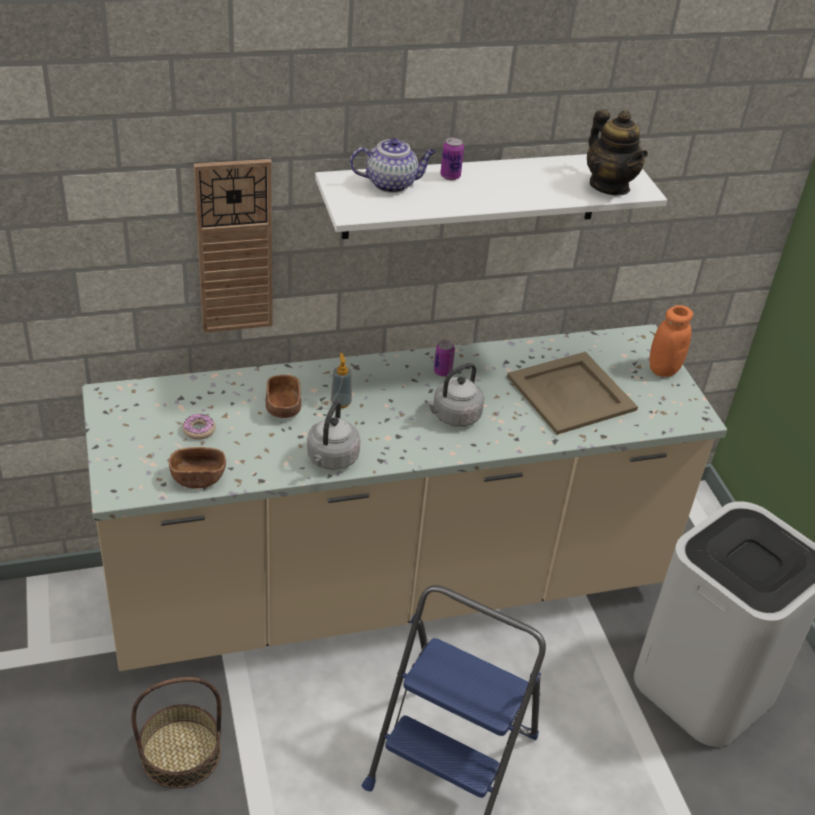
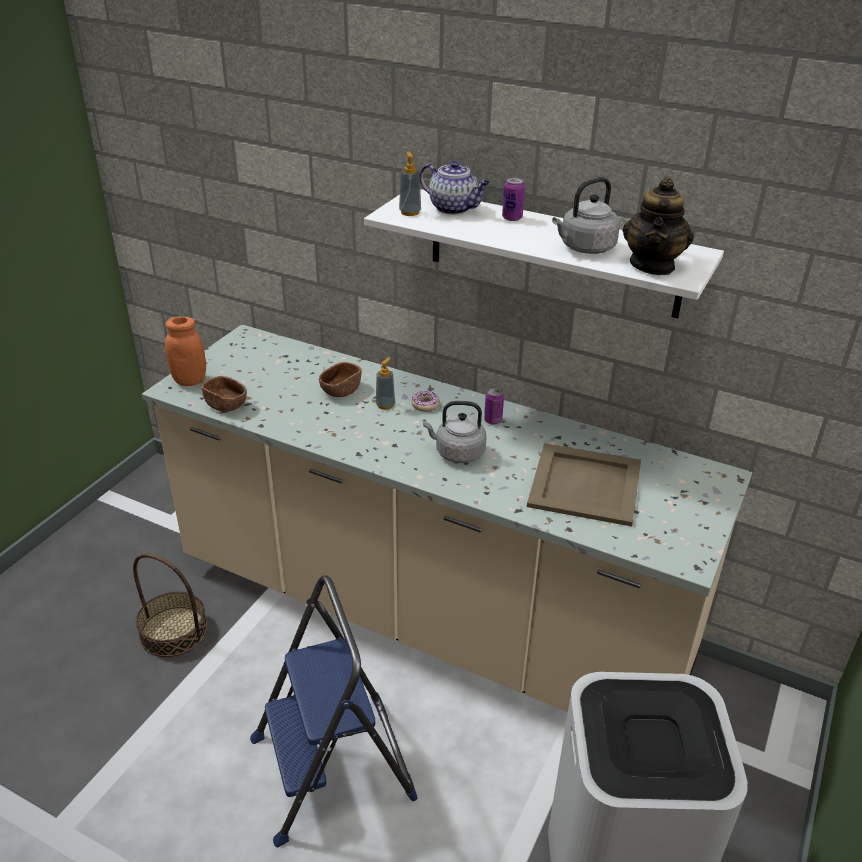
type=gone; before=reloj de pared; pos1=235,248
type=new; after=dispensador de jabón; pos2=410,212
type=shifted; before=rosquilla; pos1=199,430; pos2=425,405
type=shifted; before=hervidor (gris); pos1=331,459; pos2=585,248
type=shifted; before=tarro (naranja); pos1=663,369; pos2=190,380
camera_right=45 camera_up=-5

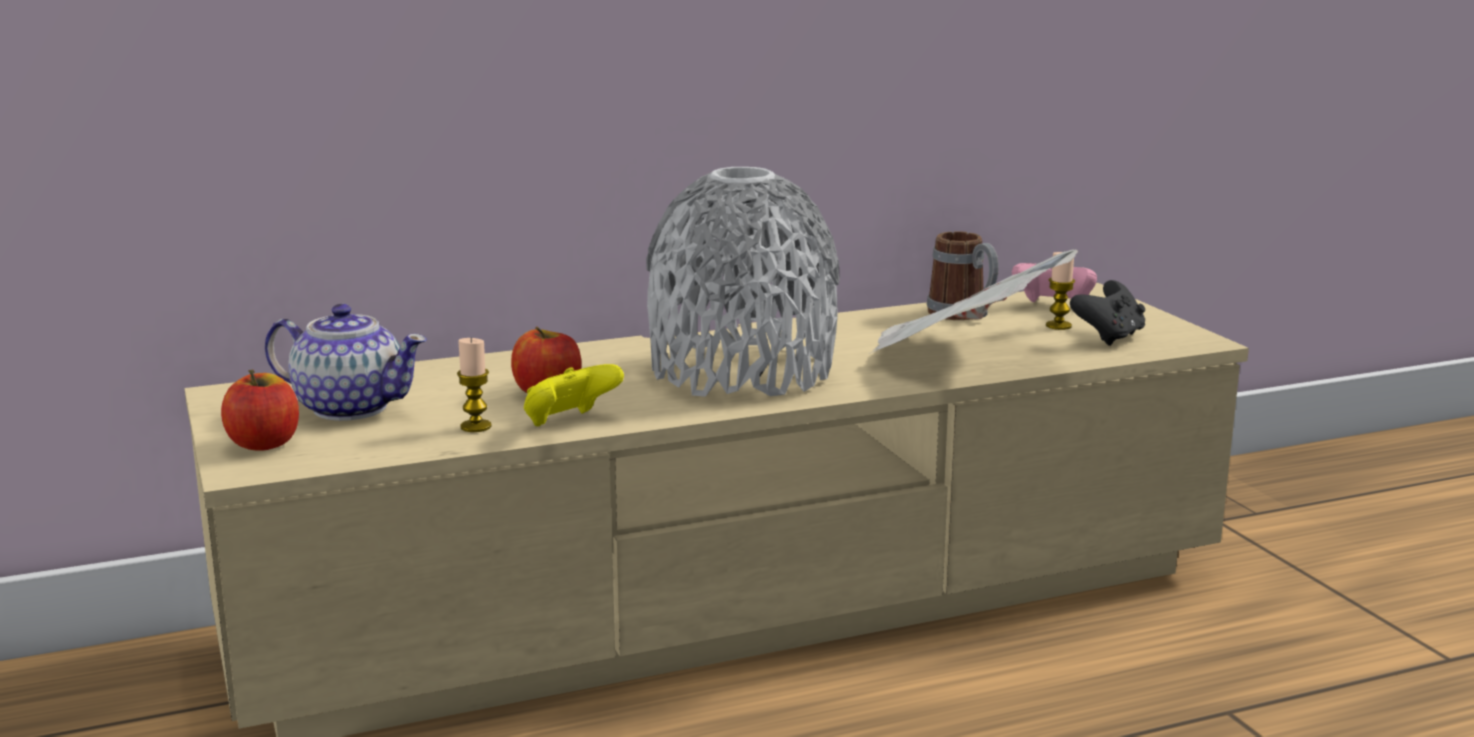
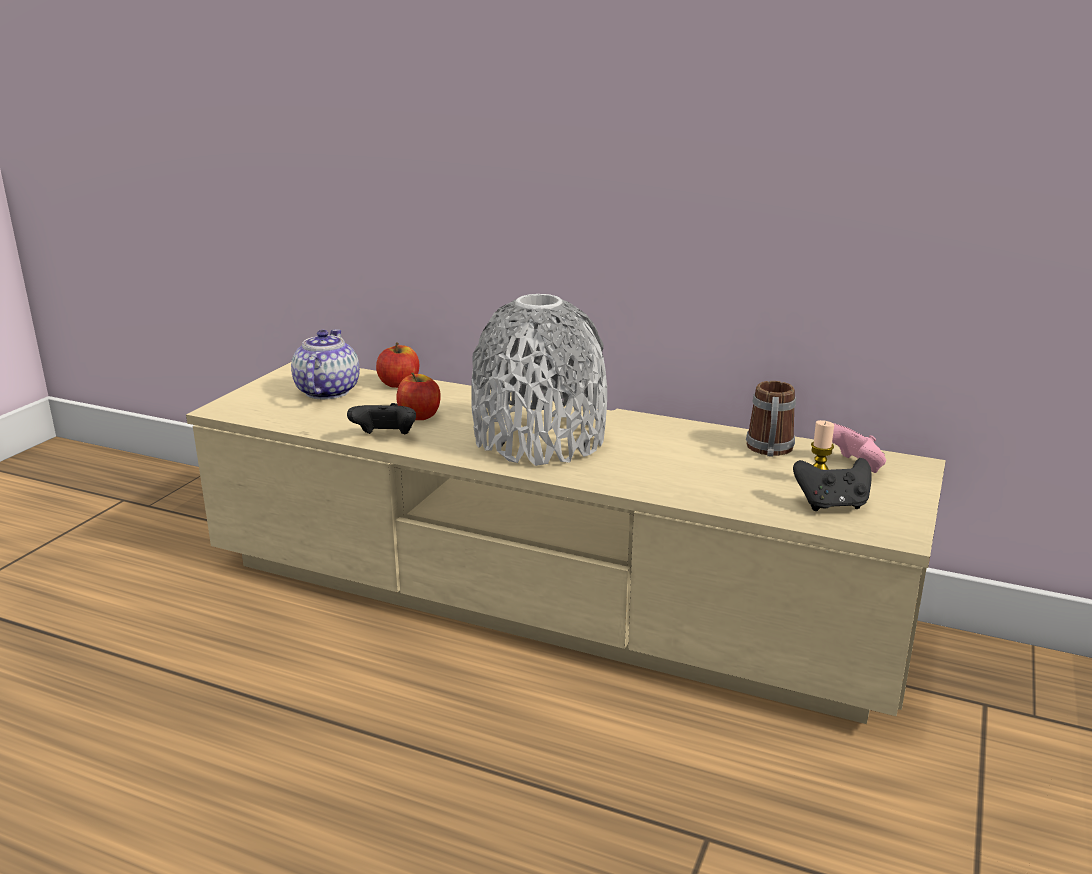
type=gone; before=vela; pos1=476,426
type=gone; before=periódico; pos1=963,356
type=shifted; before=manzana; pos1=264,444; pos2=399,384
type=repainted; before=mando de consola (amarillo); after=mando de consola (negro); pos1=569,423; pos2=385,437
type=rotated; before=tetera; pos1=349,407; pos2=326,392; turn=-150
camera_right=45 camera_up=5

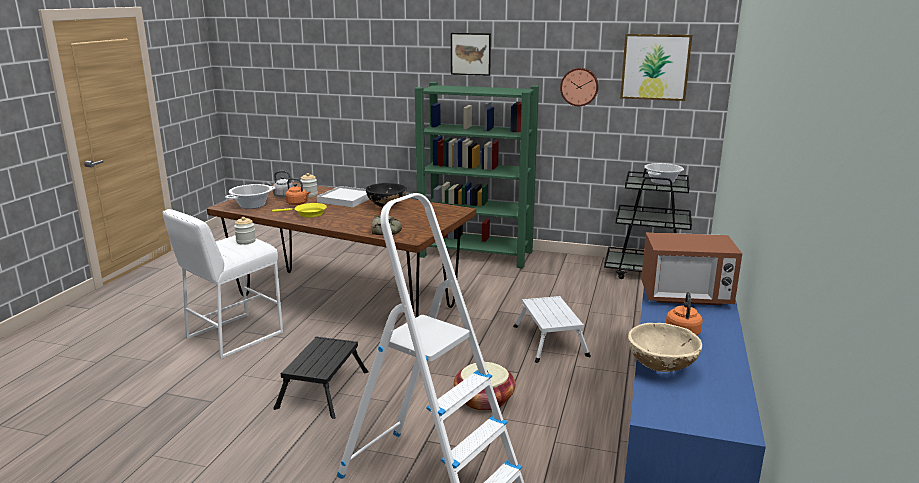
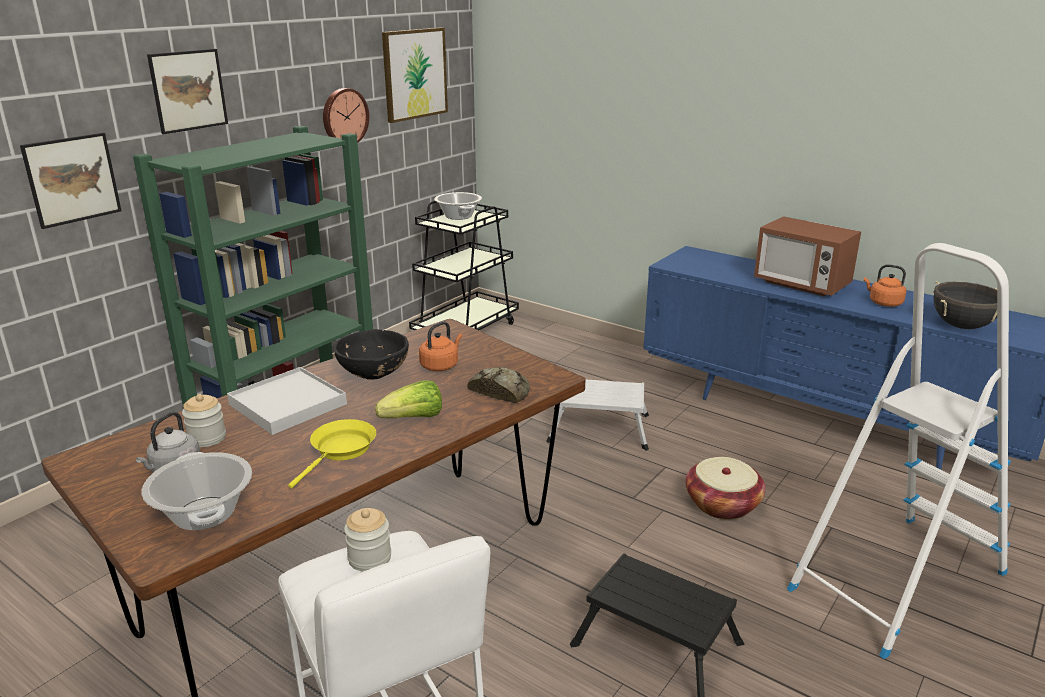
type=new; after=cuadro; pos2=72,179
type=new; after=lechuga; pos2=414,418
type=shifted; before=hervidor (naranja); pos1=298,204; pos2=441,365
type=swapped; before=cuenco (beis); after=olla (negro); pos1=661,369; pos2=962,326
type=rotated; before=microondas; pos1=685,296; pos2=801,284; turn=105
camera_right=-70 camera_up=5

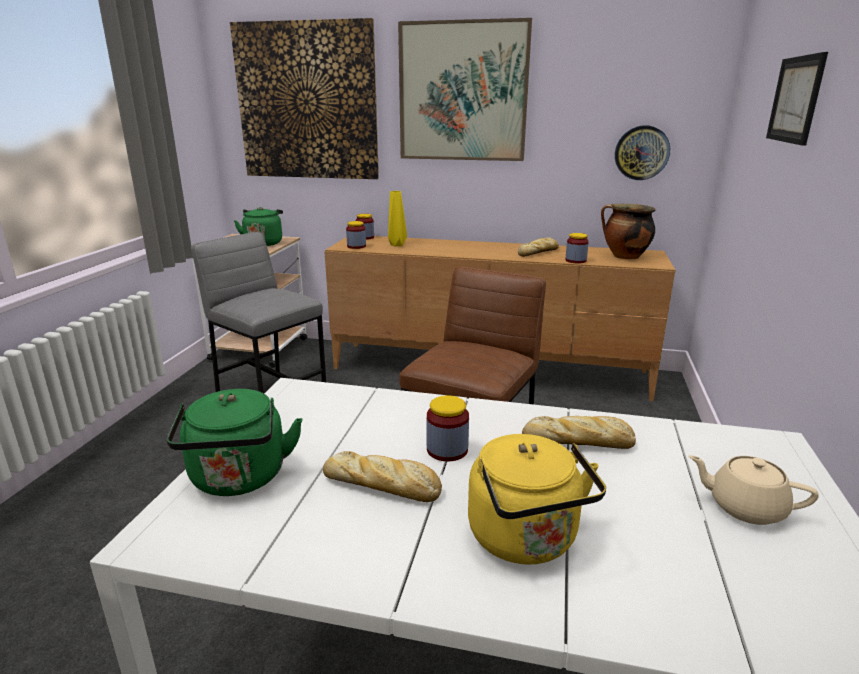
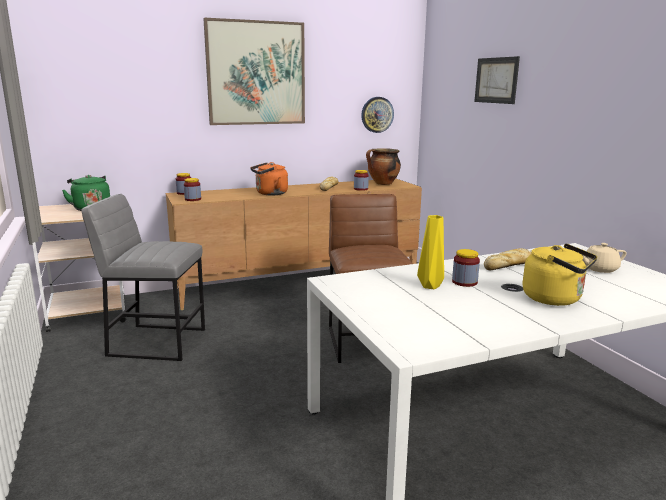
type=gone; before=hervidor (verde); pos1=239,479
type=gone; before=cuadro; pos1=307,102
type=gone; before=pan; pos1=383,485
type=new; after=hervidor (naranja); pos2=270,194
type=shifted; before=florero (amarillo); pos1=396,245; pos2=430,287
camera_right=-35 camera_up=-5

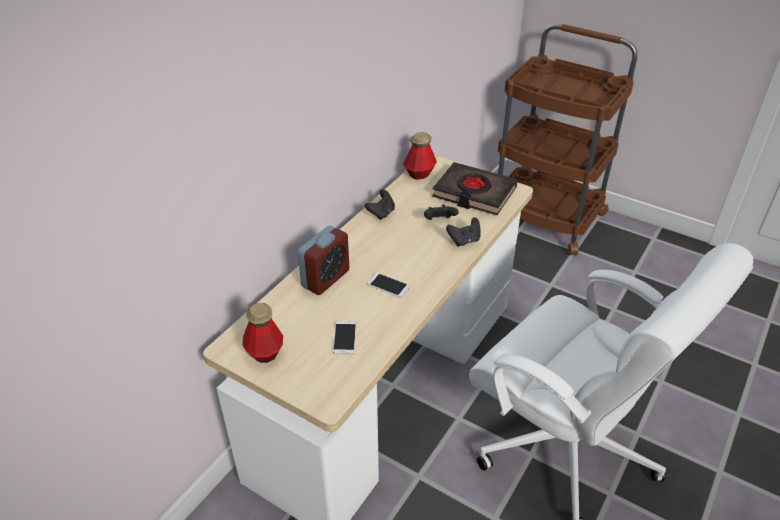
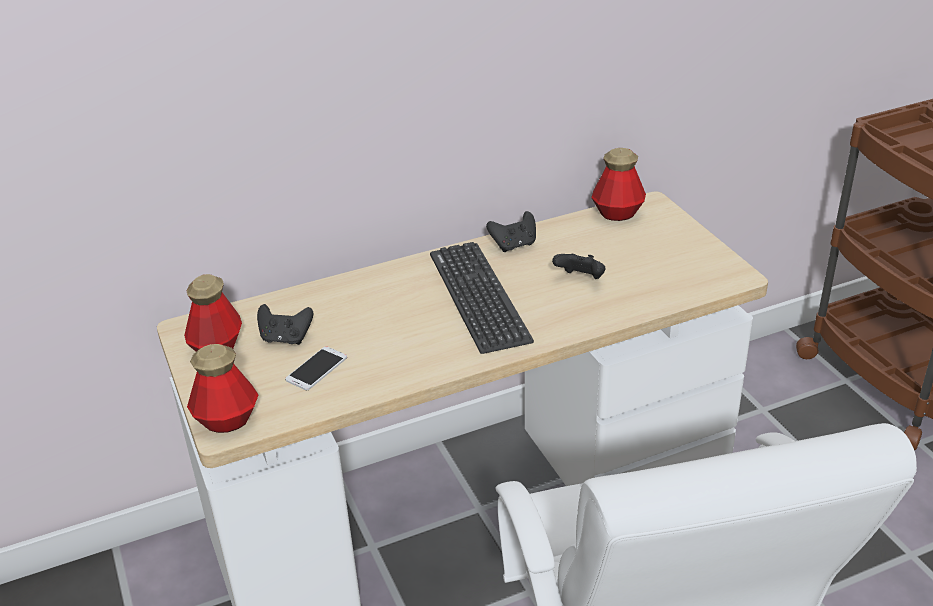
type=gone; before=despertador; pos1=325,279
type=gone; before=móvil; pos1=388,285
type=gone; before=libro (negro); pos1=474,193
type=new; after=botella; pos2=227,420
type=new; after=teclado; pos2=478,297
type=shifted; before=mando de consola (negro); pos1=464,241; pos2=286,338
camera_right=35 camera_up=-5

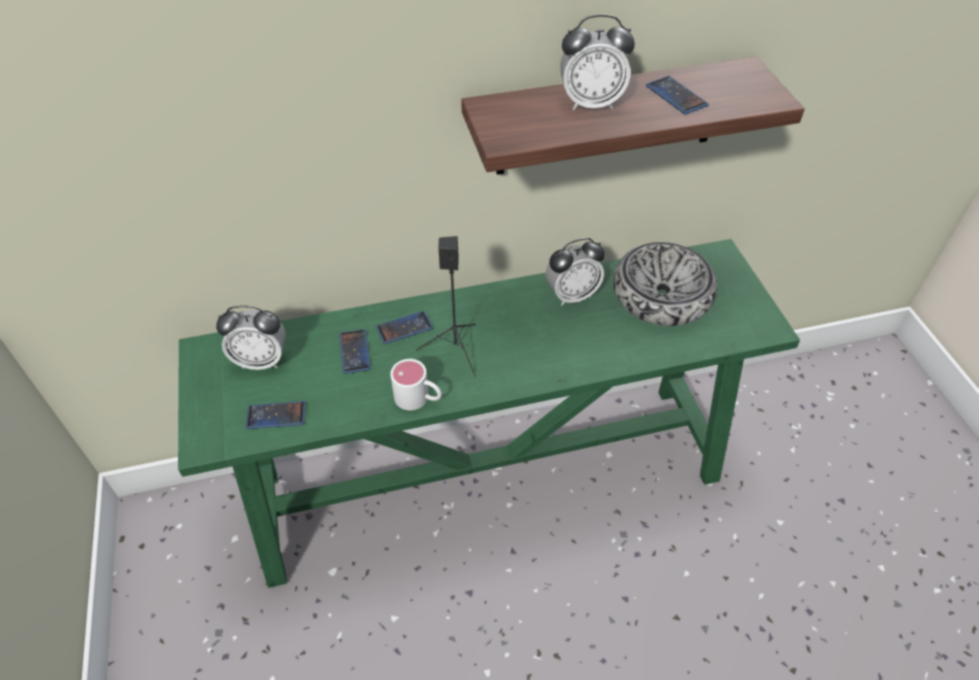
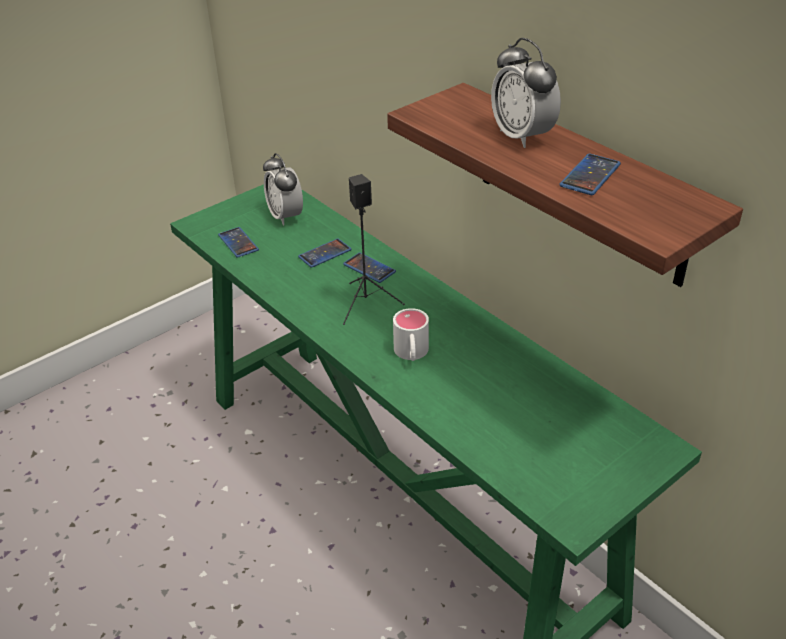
type=gone; before=despertador; pos1=572,295
type=gone; before=cuenco; pos1=661,295
type=shifted; before=taza grande (blanco); pos1=419,398; pos2=411,354
camera_right=65 camera_up=-10

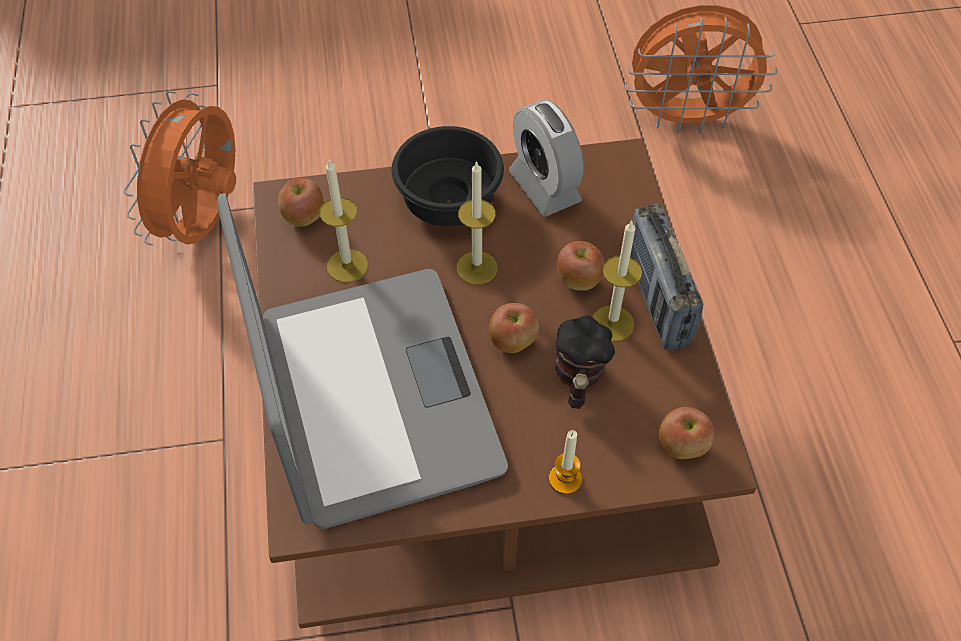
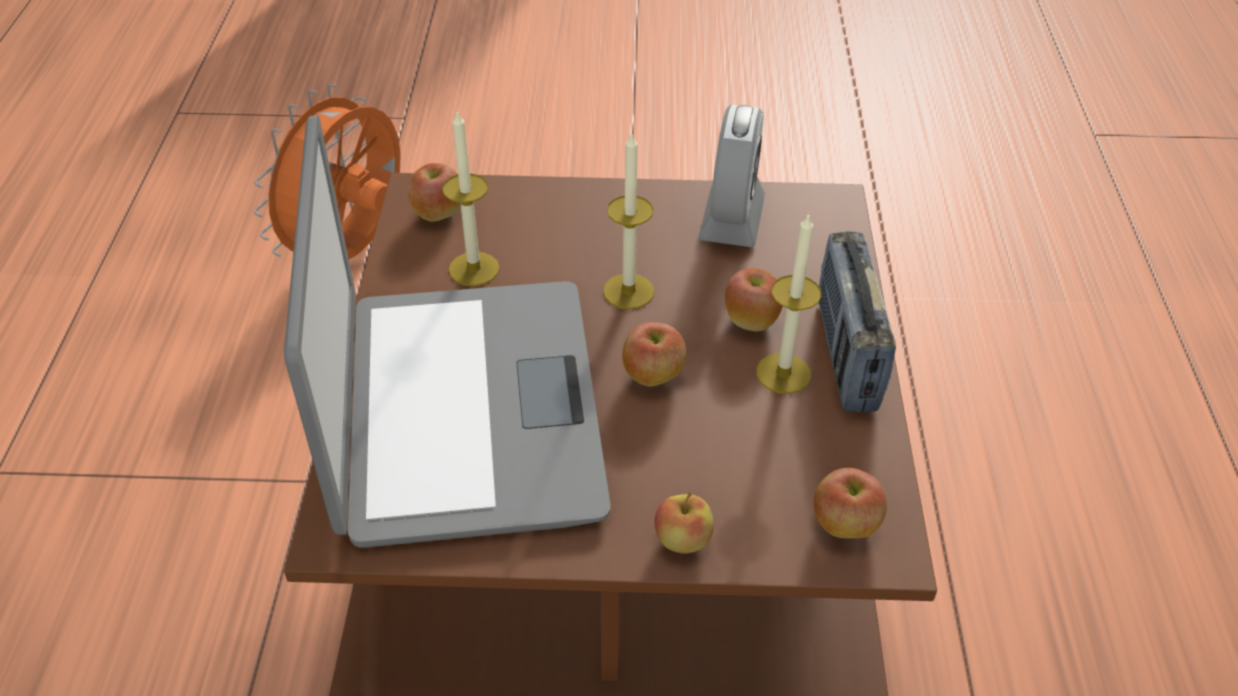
type=gone; before=cuenco (negro); pos1=445,201
type=gone; before=taza grande; pos1=578,379
type=gone; before=ventilador (naranja); pos1=687,119
type=swapped; before=vela; after=manzana; pos1=565,479; pos2=682,540
type=rotated; before=despertador; pos1=544,187; pos2=732,218; turn=-150
camera_right=10 camera_up=-10

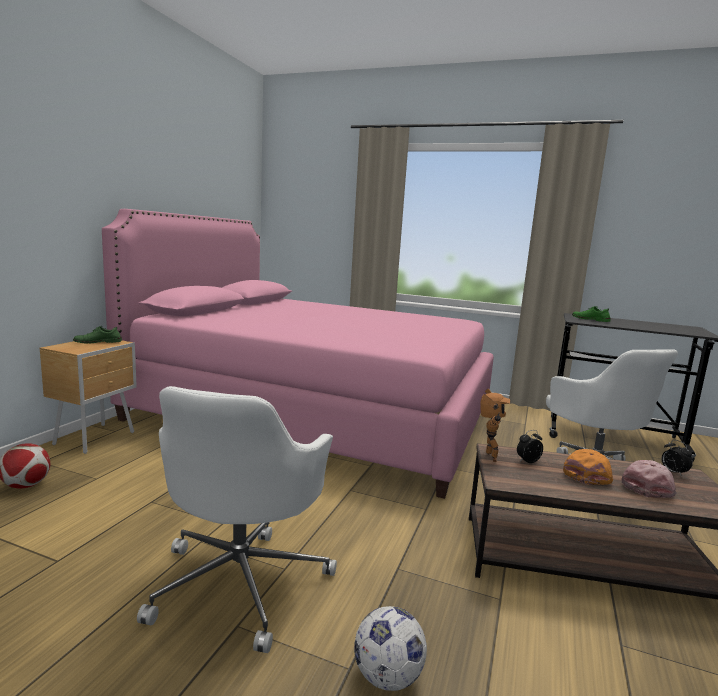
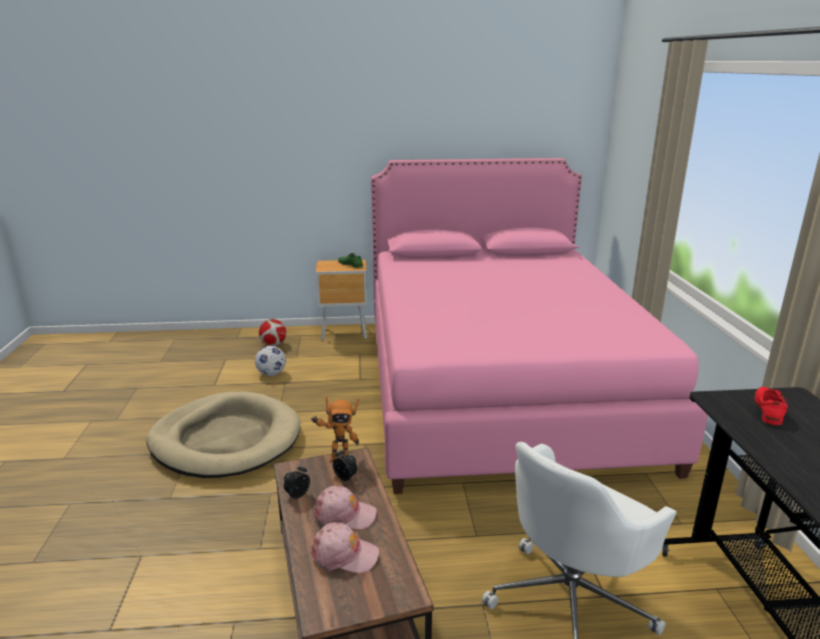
type=shifted; before=balón de fútbol; pos1=387,676; pos2=271,374
type=shifted; before=despertador; pos1=673,472; pos2=297,495
type=swapped; before=silla de oficina (blanco); after=cama para perro (beis); pos1=242,580; pos2=226,440
type=repainted; before=gorra (naranja); after=gorra (rosa); pos1=587,474; pos2=344,514
type=repainted; before=zapato (verde); after=zapato (rojo); pos1=590,319; pos2=768,410
camera_right=65 camera_up=10

